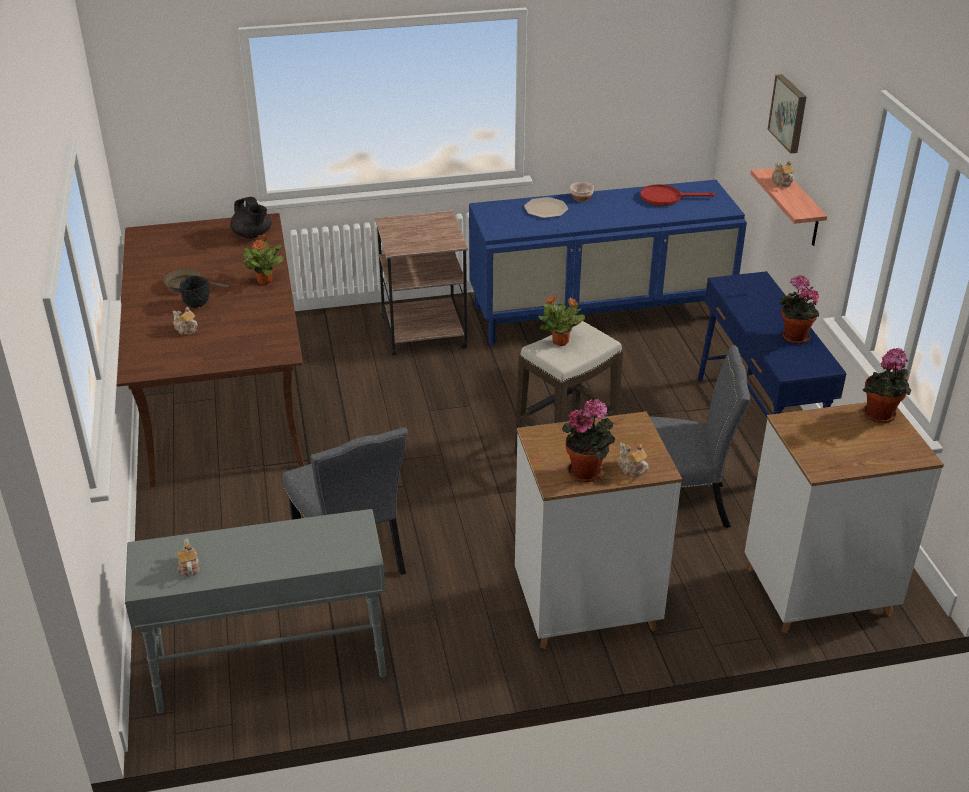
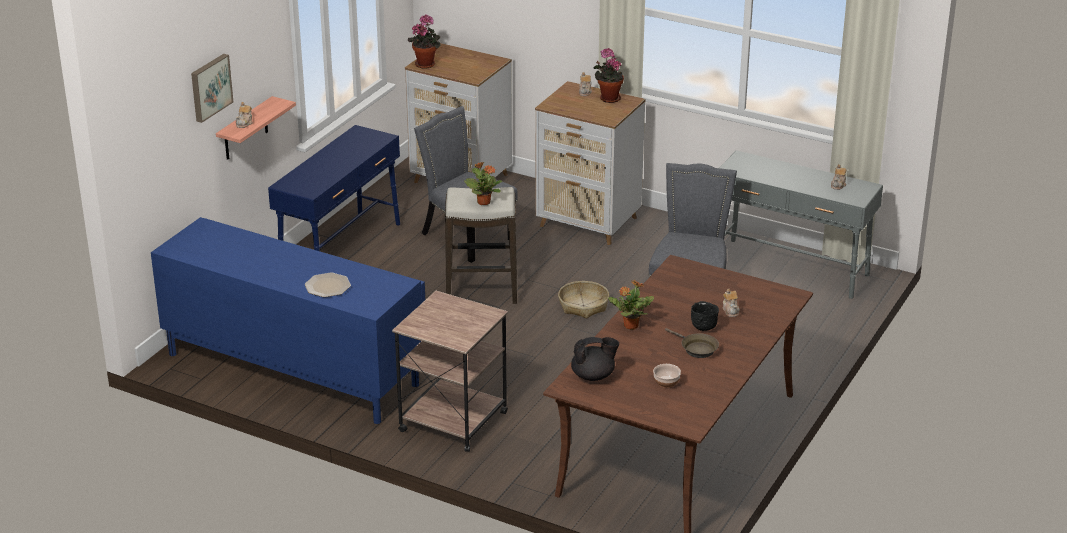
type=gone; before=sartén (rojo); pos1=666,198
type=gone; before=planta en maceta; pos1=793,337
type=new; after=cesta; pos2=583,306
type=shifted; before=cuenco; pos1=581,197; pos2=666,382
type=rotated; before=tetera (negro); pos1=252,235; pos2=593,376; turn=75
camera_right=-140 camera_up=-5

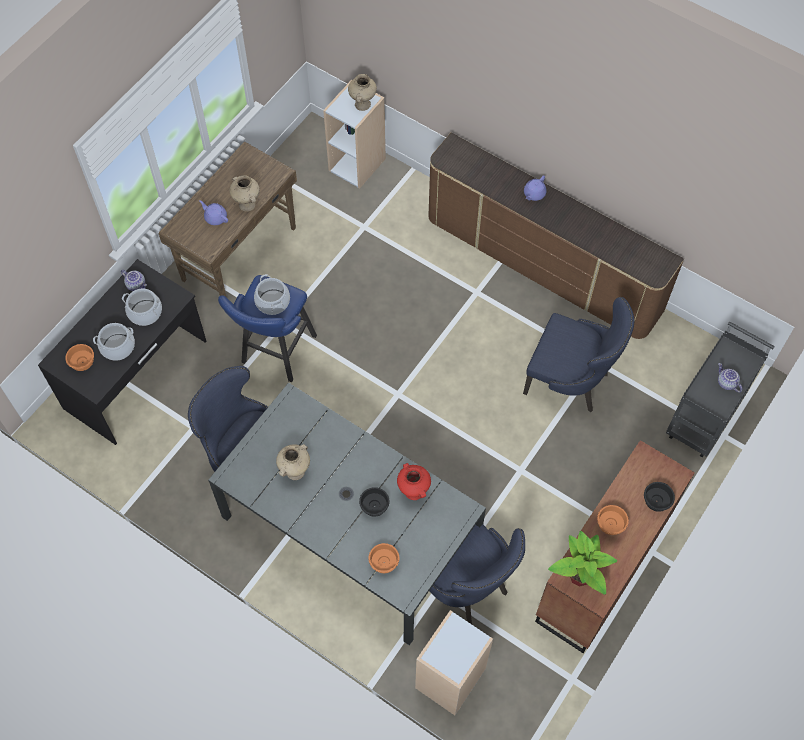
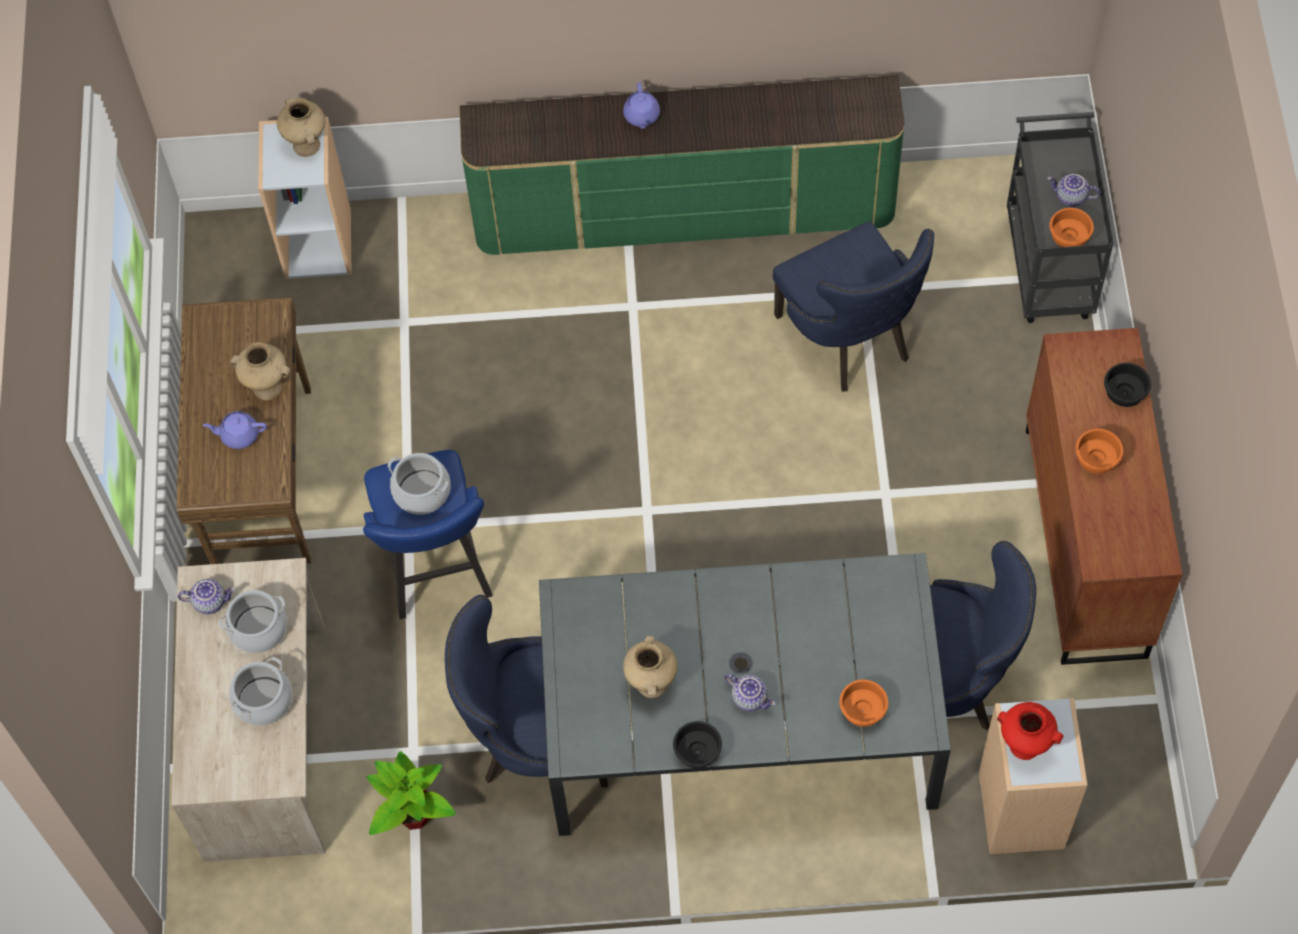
type=new; after=tetera; pos2=750,698
type=shifted; before=cuenco (naranja); pos1=81,362; pos2=1067,237
type=shifted; before=cuenco (negro); pos1=375,505; pos2=697,750
type=shifted; before=florero (rojo); pos1=413,491; pos2=1023,745
type=shifted; before=planta en maceta; pos1=579,575; pos2=413,815
type=repainted; before=escritorio (negro); after=escritorio (beis); pos1=136,375; pos2=268,741
type=repainted; before=armario (marrón); after=armario (verde); pos1=541,264; pos2=684,211
type=rotated; before=silla (azul); pos1=570,381; pos2=850,338; turn=75
camera_right=-35 camera_up=0

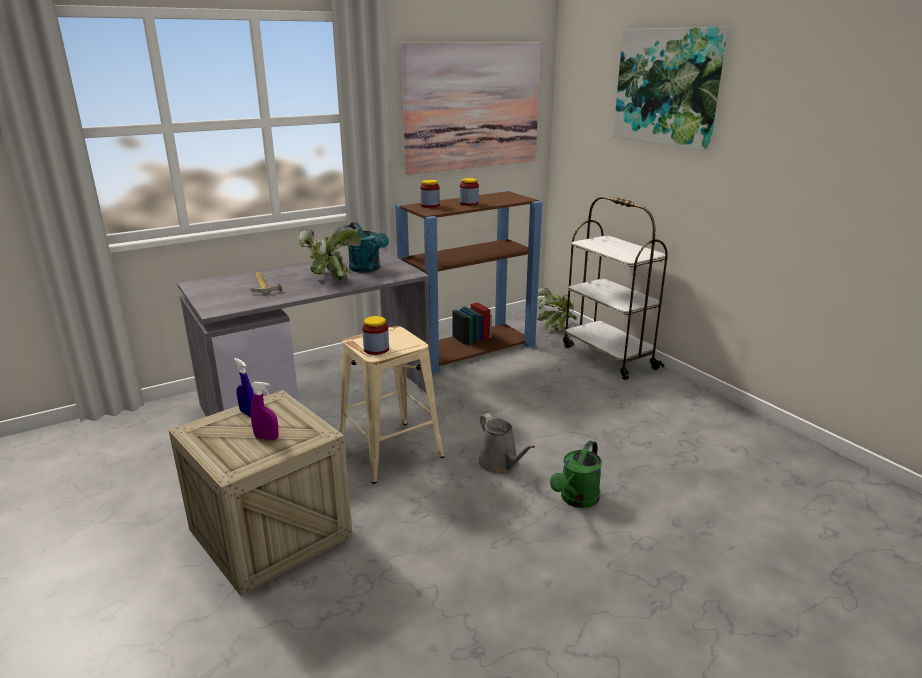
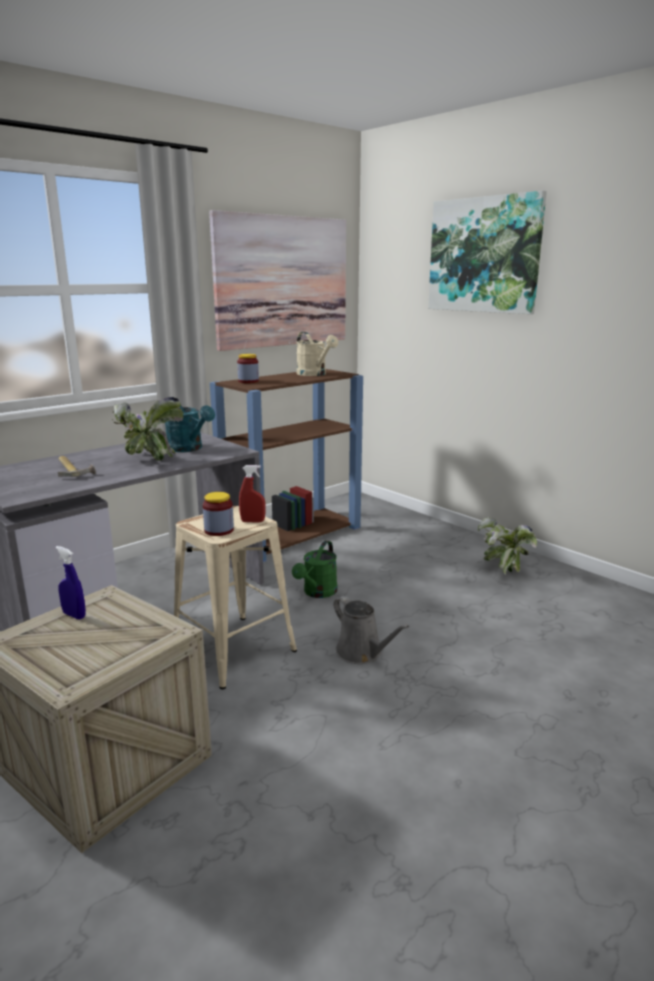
type=gone; before=pulverizador (morado); pos1=266,438
type=gone; before=tarro; pos1=469,203
type=gone; before=carrito (blanco); pos1=608,356
type=new; after=pulverizador (rojo); pos2=252,521
type=new; after=regadera (beis); pos2=314,374
type=shifted; before=planta en maceta; pos1=555,328; pos2=504,567
type=shifted; before=regadera (verde); pos1=576,500; pos2=317,593
camera_right=-10 camera_up=-5

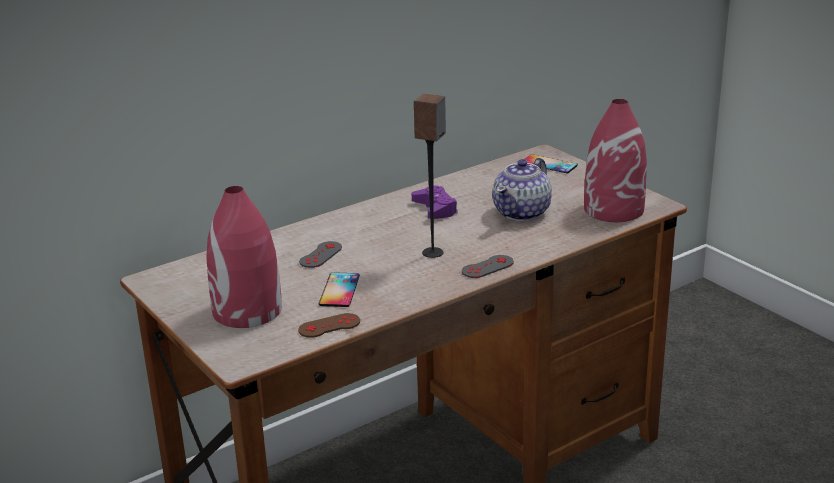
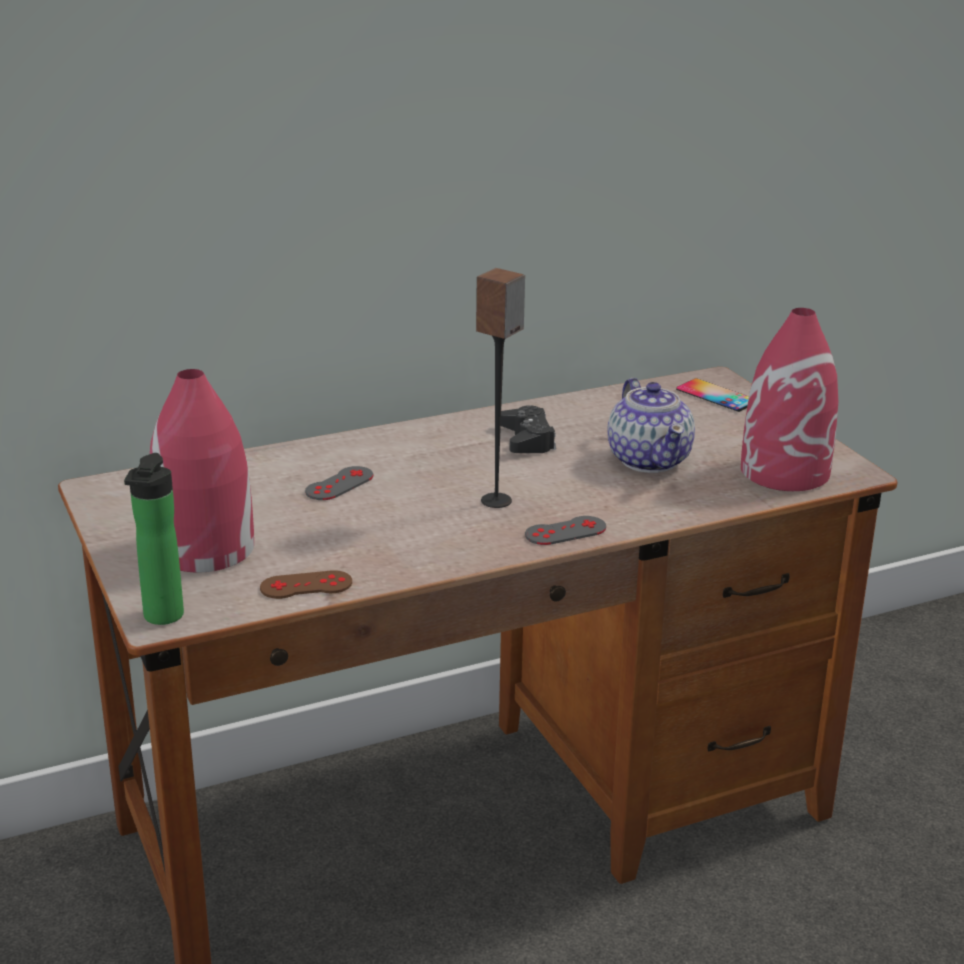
type=gone; before=móvil; pos1=339,290
type=new; after=botella; pos2=161,618
type=repainted; before=mando de consola (morado); after=mando de consola (negro); pos1=435,209; pos2=527,440
type=rotated; before=tetera; pos1=522,212; pos2=649,460; turn=-60
camera_right=10 camera_up=0

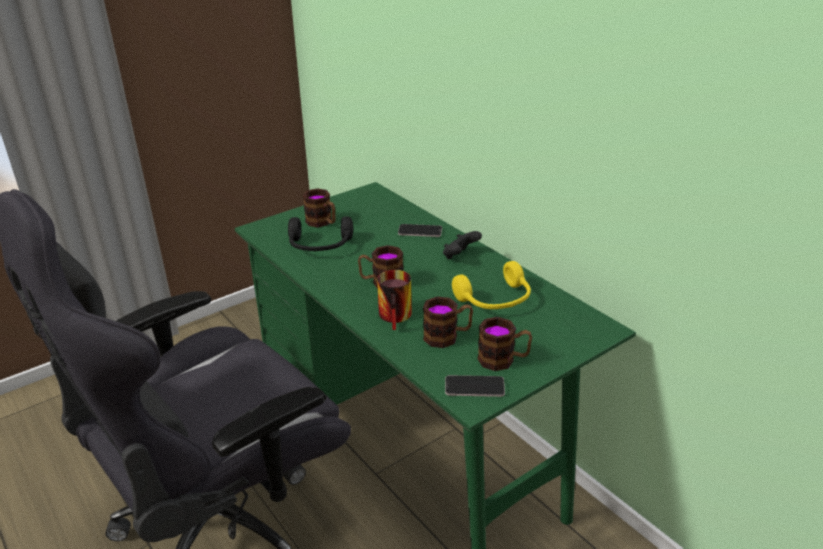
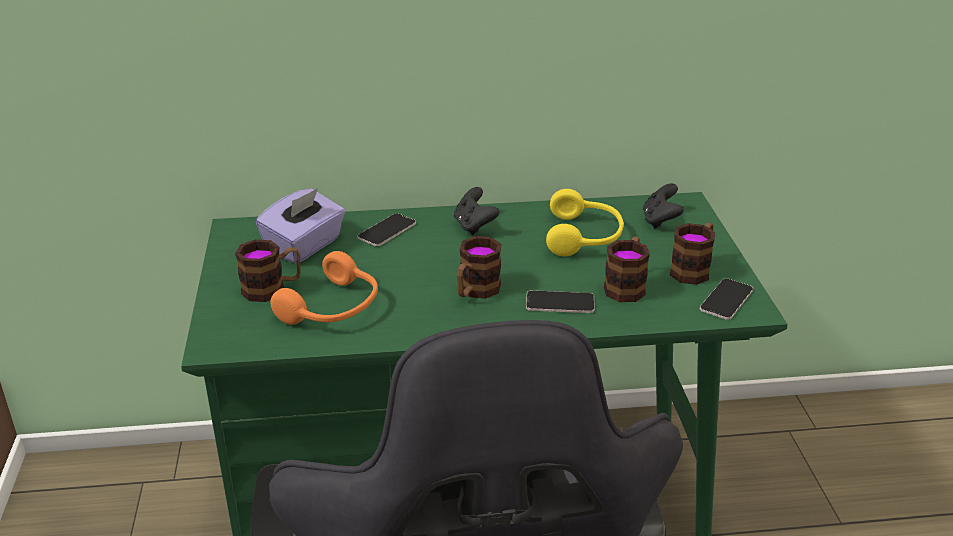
type=new; after=caja de pañuelos (morado); pos2=305,246
type=new; after=mando de consola (negro); pos2=660,221
type=swapped; before=taza grande; after=móvil; pos1=398,316; pos2=560,303
type=repainted; before=auriculares (negro); after=auriculares (naranja); pos1=320,246; pos2=334,308
camera_right=-60 camera_up=0

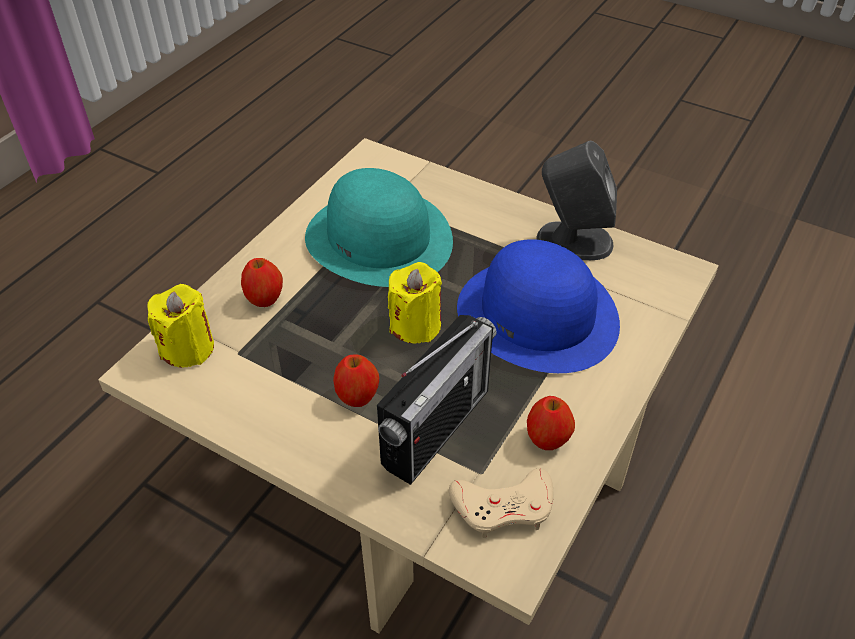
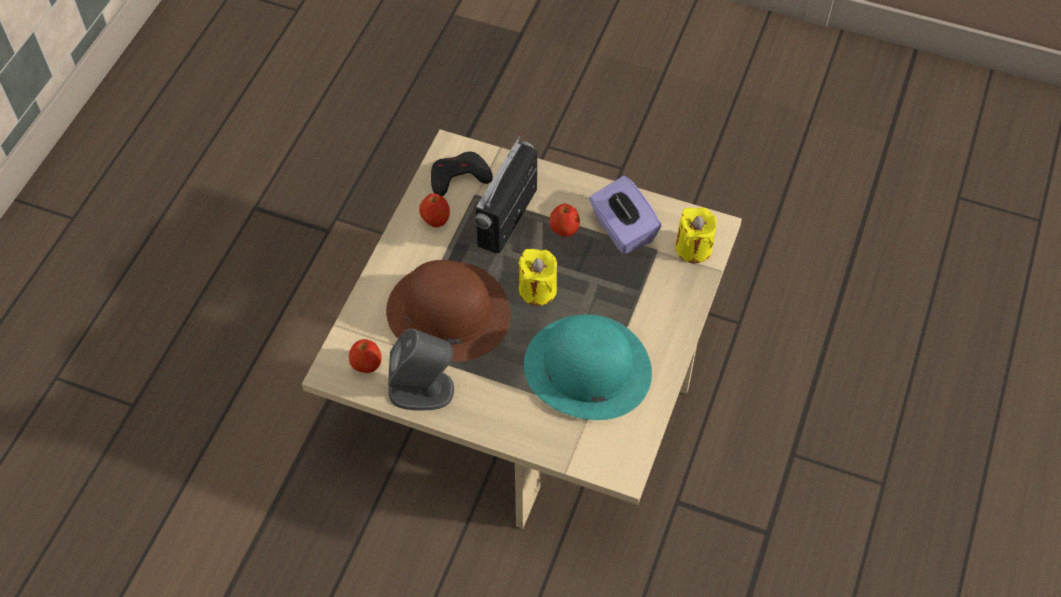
type=new; after=caja de pañuelos (morado); pos2=622,230
type=shifted; before=manzana; pos1=264,299; pos2=366,365
type=repainted; before=mando de consola (beis); after=mando de consola (negro); pos1=504,507; pos2=459,177
type=repainted; before=sombrero (azul); after=sombrero (marrón); pos1=538,314; pos2=447,312
camera_right=170 camera_up=10

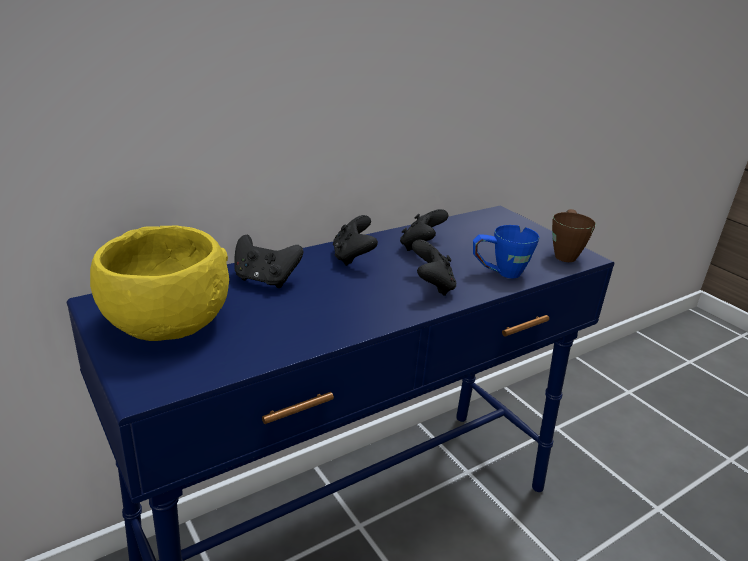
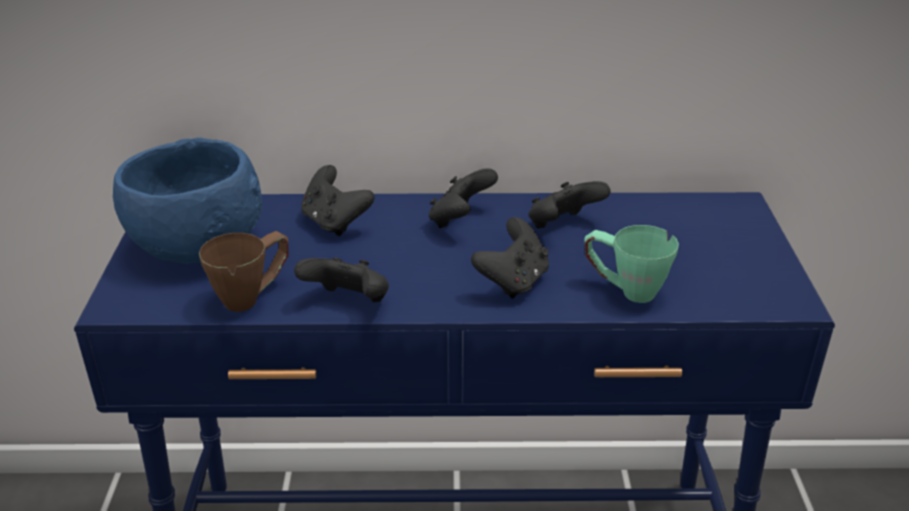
type=new; after=mando de consola (negro); pos2=349,303
type=shifted; before=taza grande (marrón); pos1=564,253; pos2=253,296
type=repainted; before=cuenco (amarillo); after=cuenco (azul); pos1=164,323; pos2=195,244
type=repainted; before=taza grande (azul); after=taza grande (verde); pos1=499,273; pos2=624,290
camera_right=35 camera_up=5

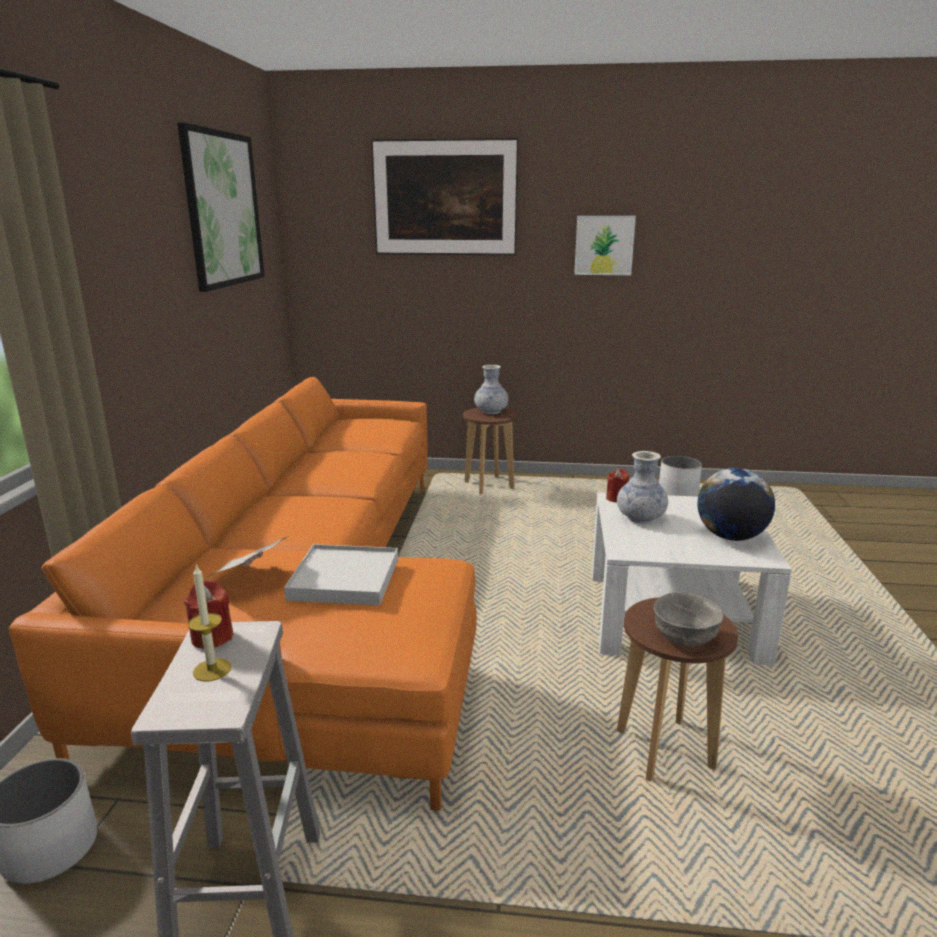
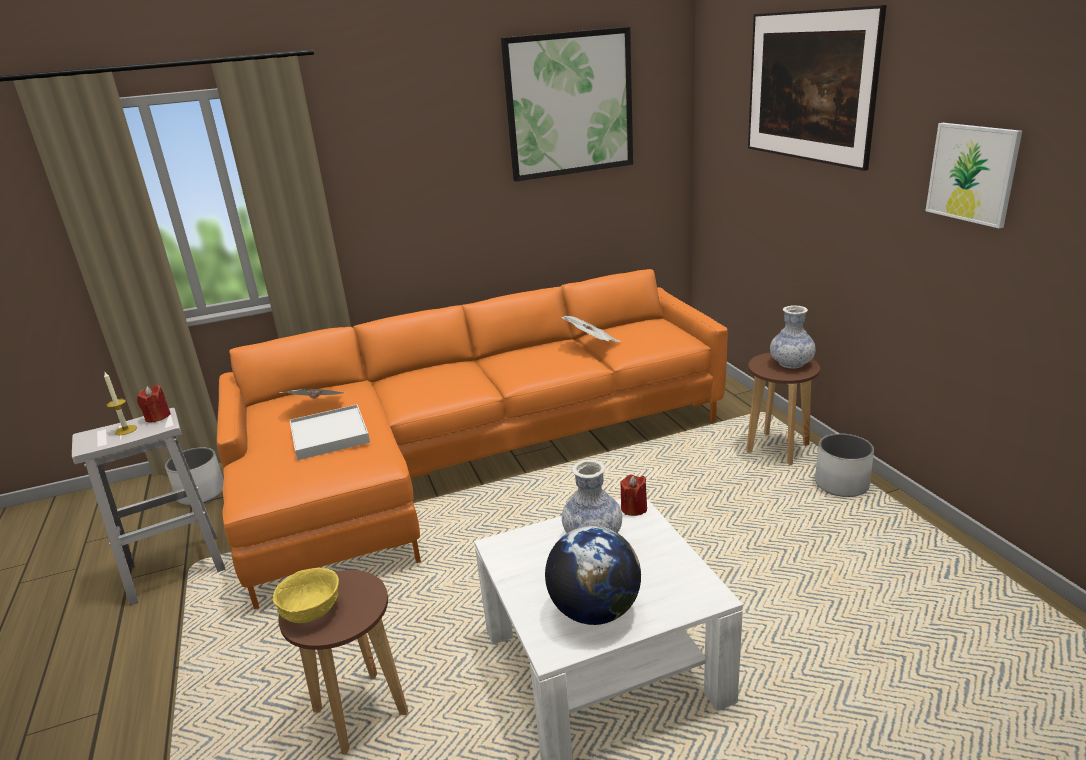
type=new; after=periódico; pos2=592,343
type=shifted; before=maceta (blanco); pos1=678,494; pos2=841,484
type=repainted; before=cuenco (gris); after=cuenco (amarillo); pos1=685,637; pos2=311,612
camera_right=65 camera_up=5

